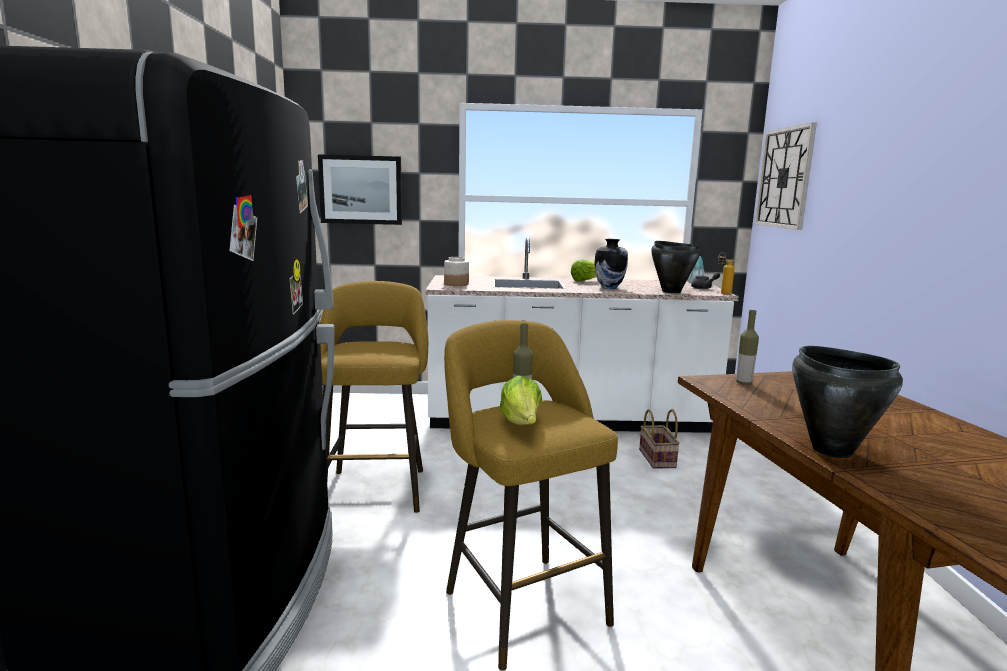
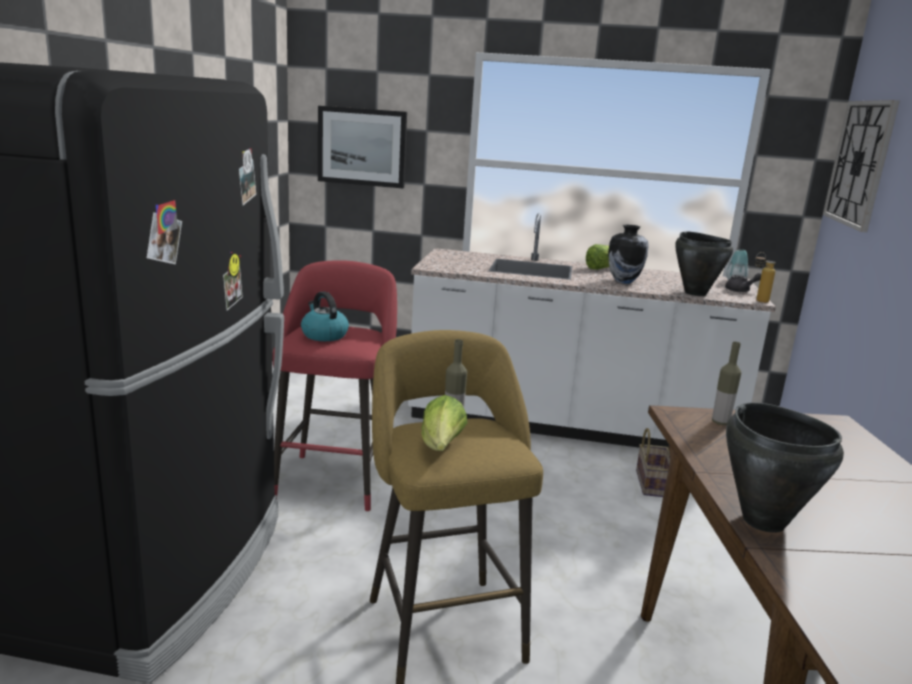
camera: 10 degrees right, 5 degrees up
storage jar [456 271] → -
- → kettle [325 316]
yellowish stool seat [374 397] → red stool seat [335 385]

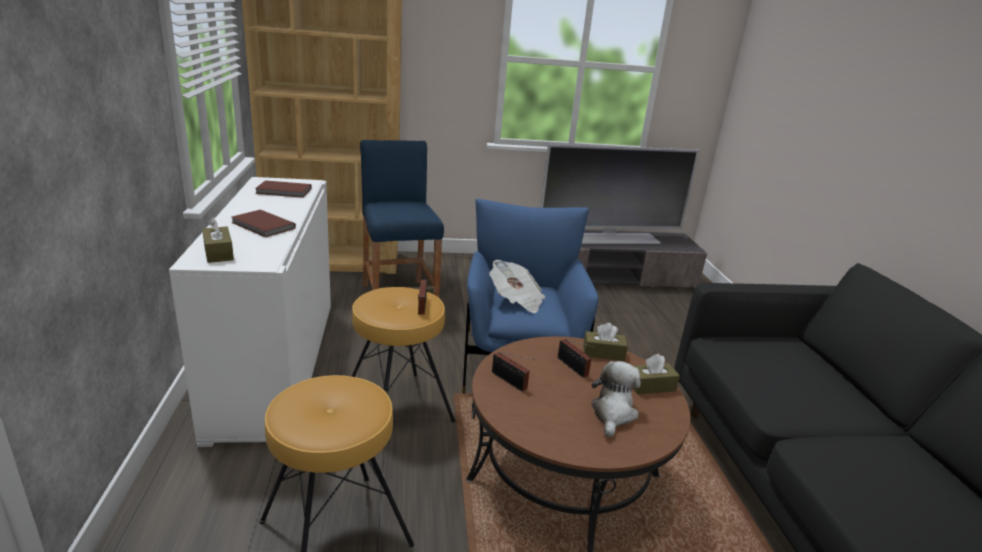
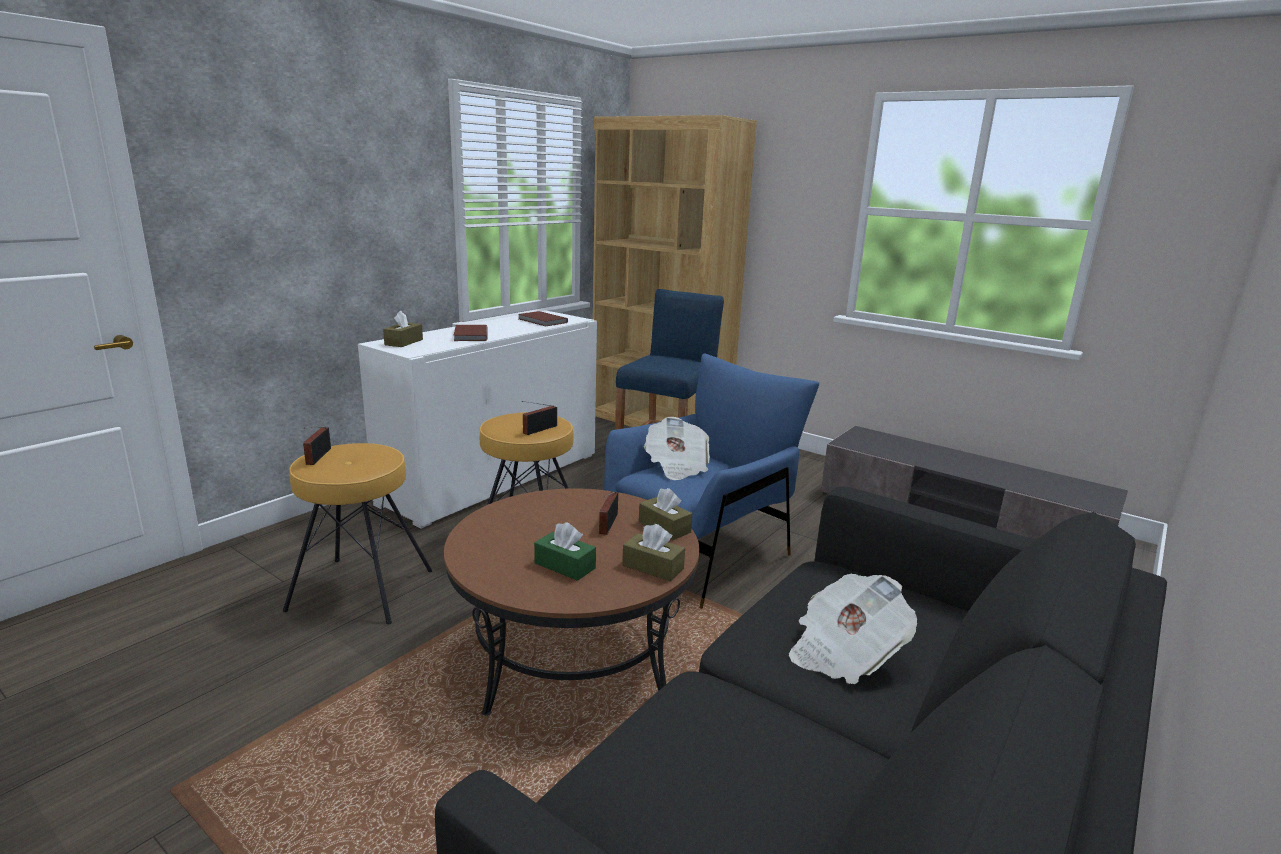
camera: 45 degrees right, 5 degrees down
TV [619 194] → -
- → printed paper [853 629]
radio set [513 371] → radio set [317 446], shifted
soft toy [616 399] → green tissue box [565 551]

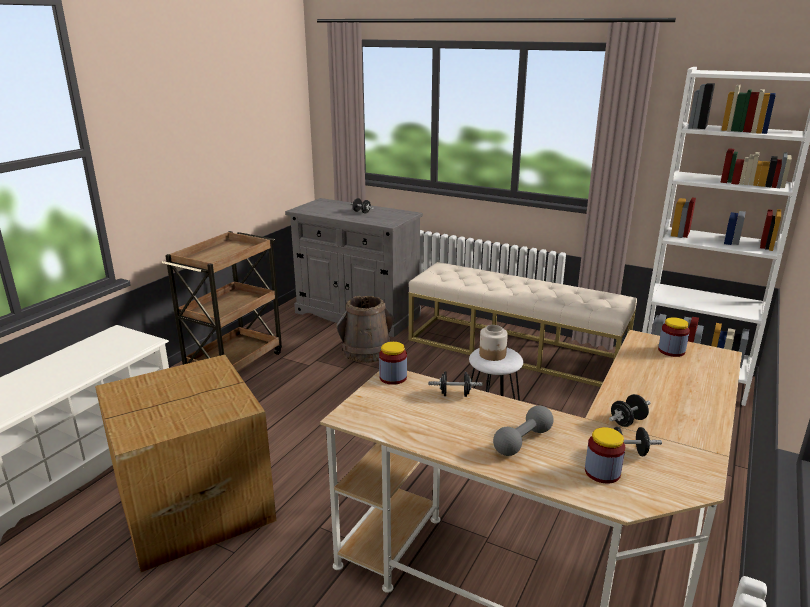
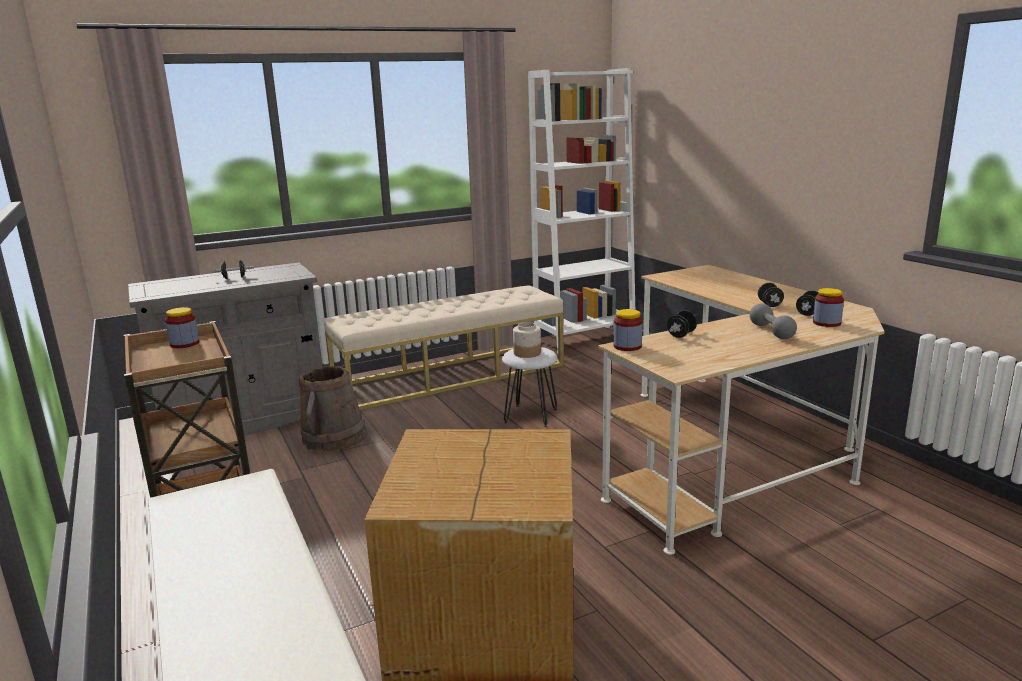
camera: 55 degrees left, 5 degrees down
storage jar [674 337] → storage jar [182 327], shifted

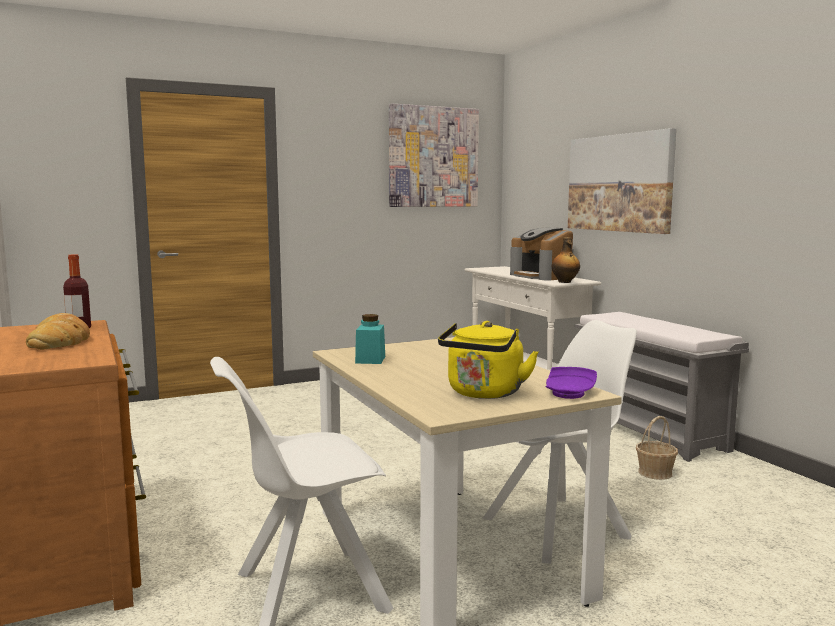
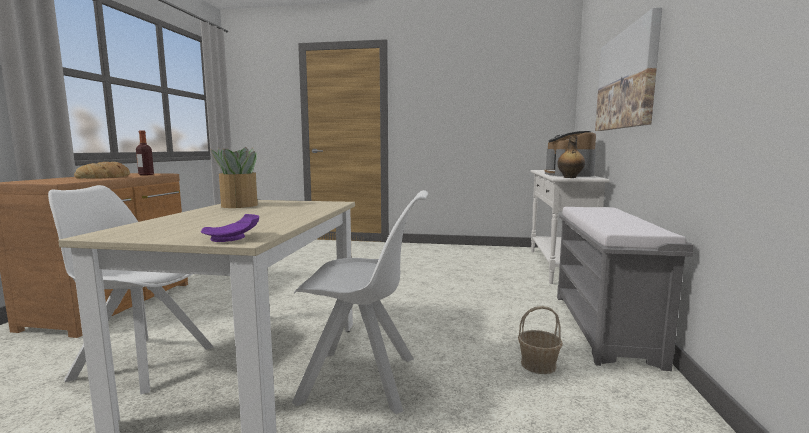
camera: 35 degrees right, 0 degrees up
picture [434 155] → -
yellowish kettle [488 360] → -
turquoise-coloured storage jar [370 339] → plant in a pot [234 177]

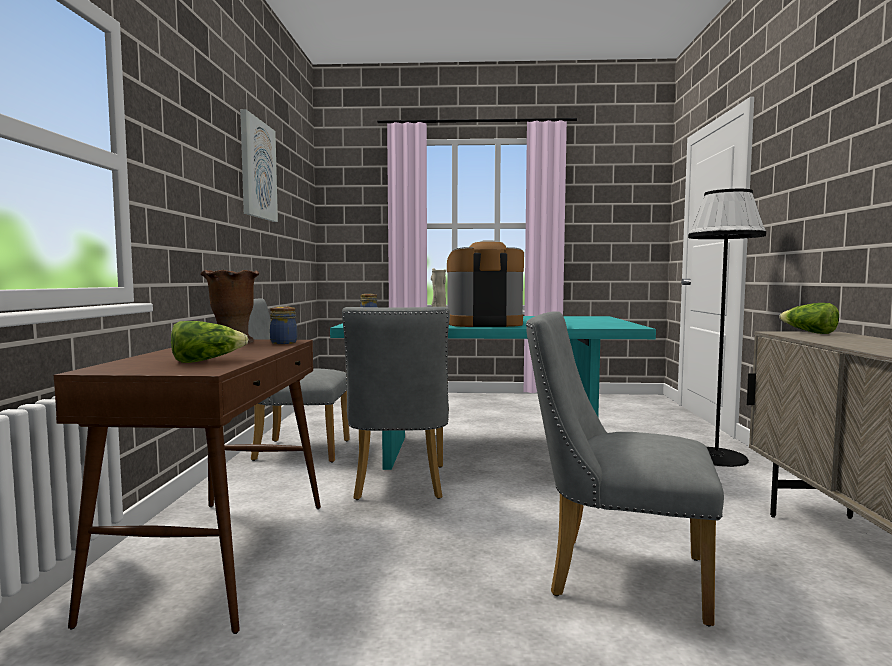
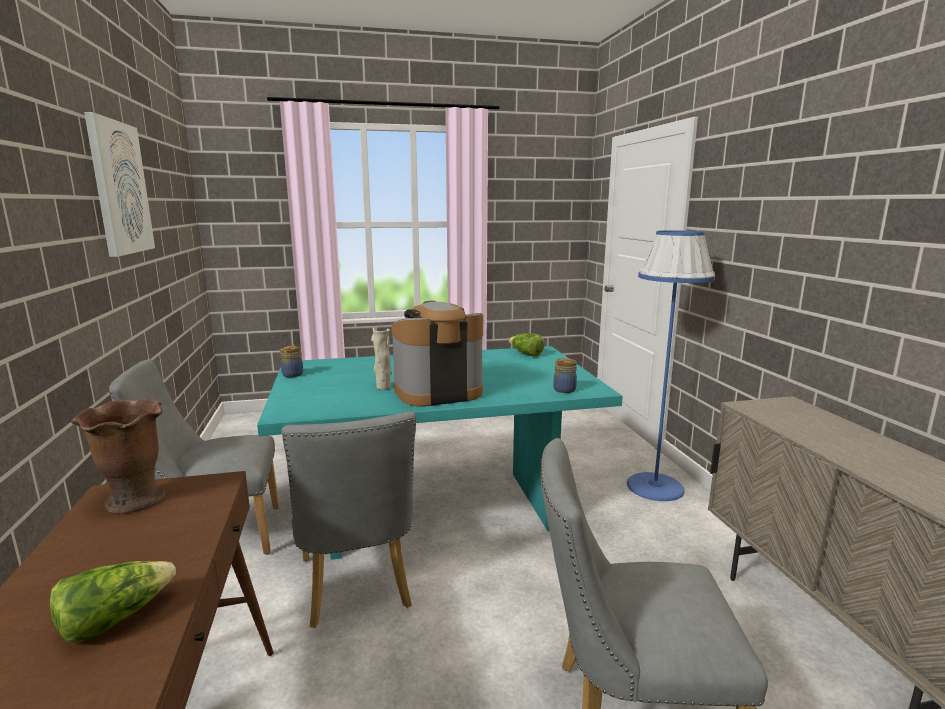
camera: 15 degrees left, 10 degrees up
storage jar [283 325] → storage jar [565 375], shifted
lettuce head [809 318] → lettuce head [526 345], shifted
black-coloured standard lamp [727 328] → bluish standard lamp [671 365]

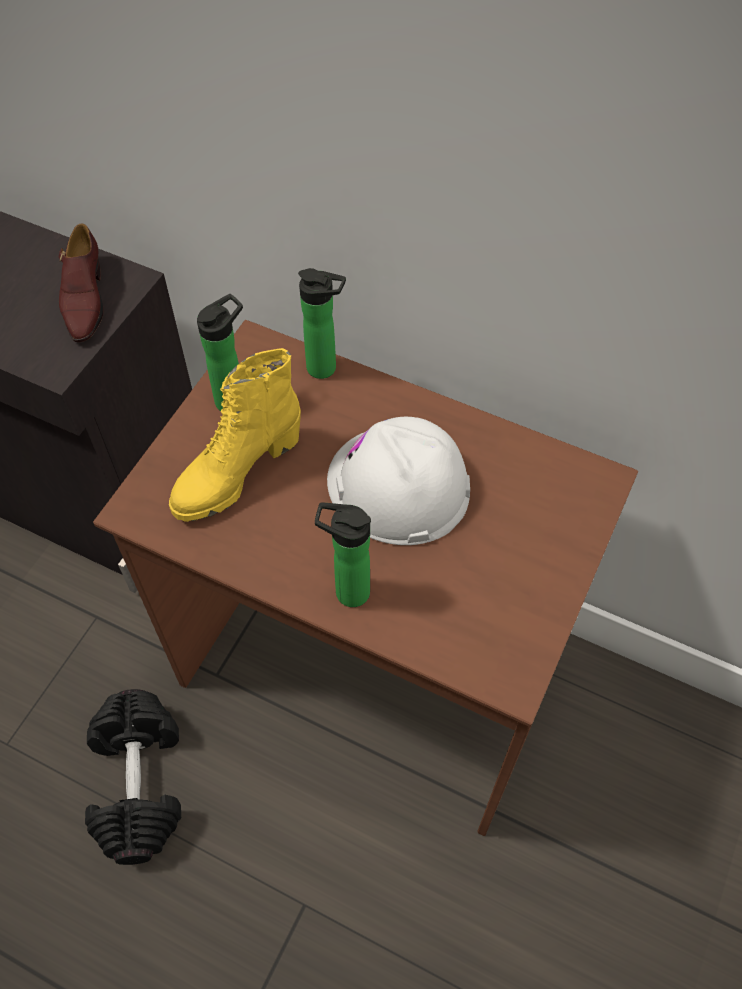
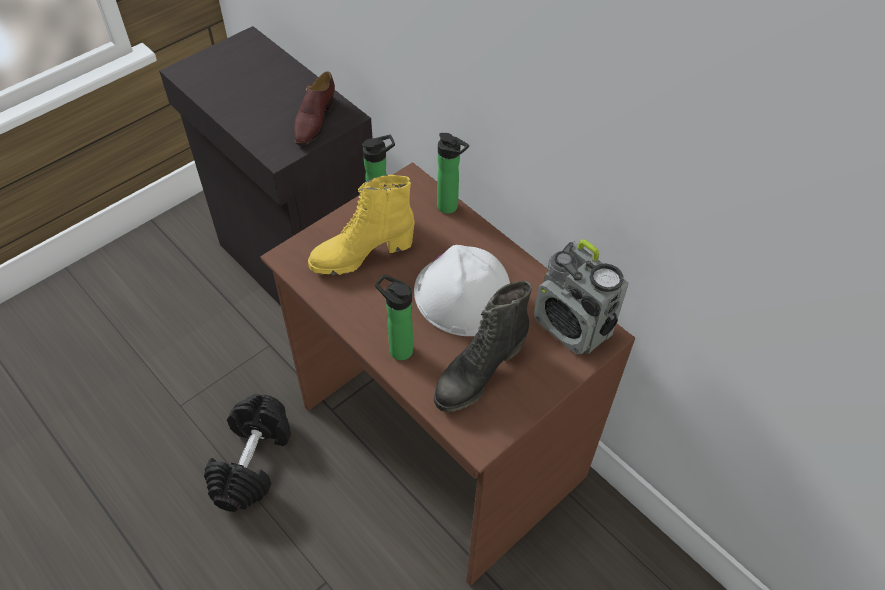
camera: 20 degrees right, 5 degrees down
- → black-coloured high-top boot [483 346]
- → radio set [581 297]

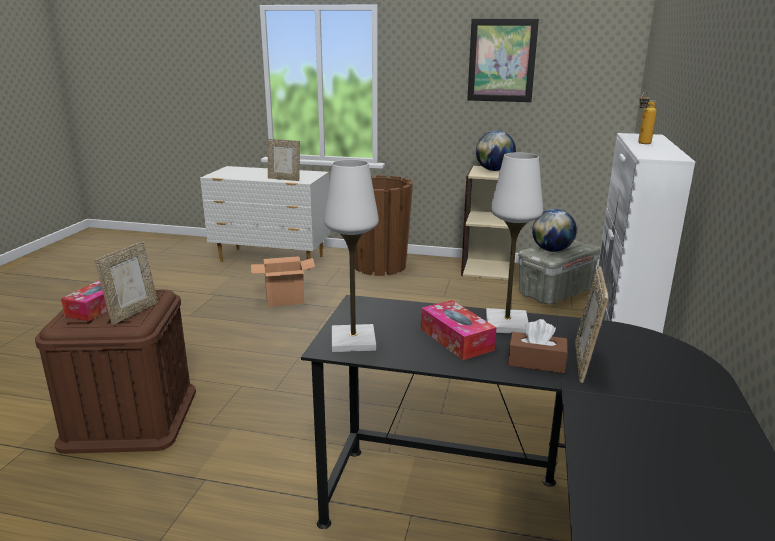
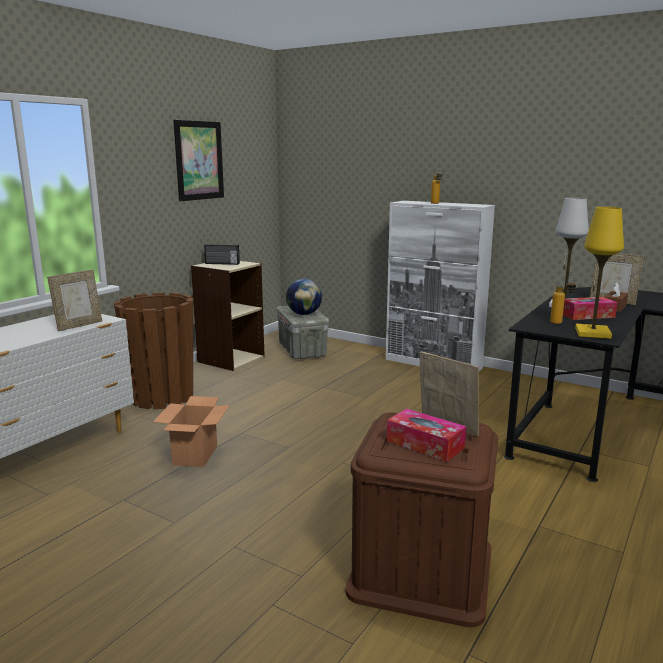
camera: 70 degrees left, 5 degrees down
- → beverage bottle [563 301]
world globe [496 151] → radio set [222 254]
whitish tabletop lamp [351 256] → yellowish tabletop lamp [599 273]

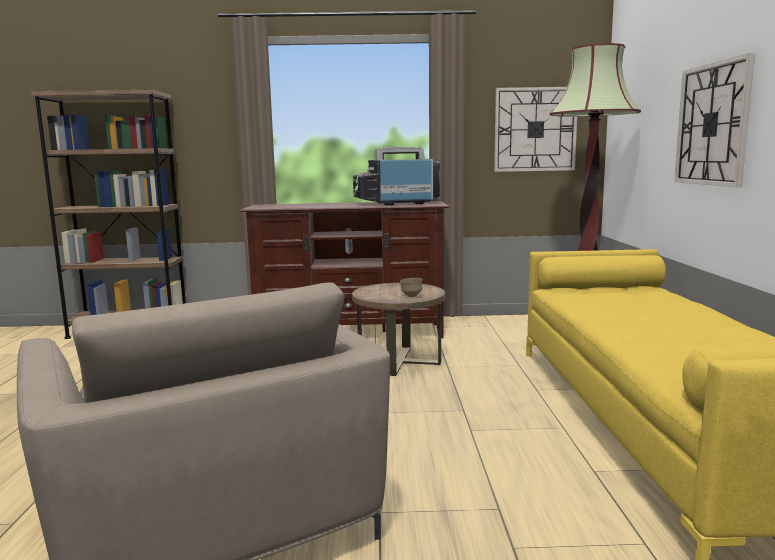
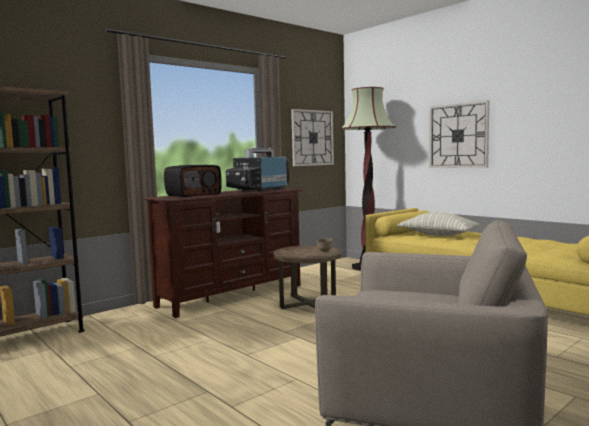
camera: 40 degrees left, 5 degrees down
- → radio set [193 181]
- → cushion [438 224]

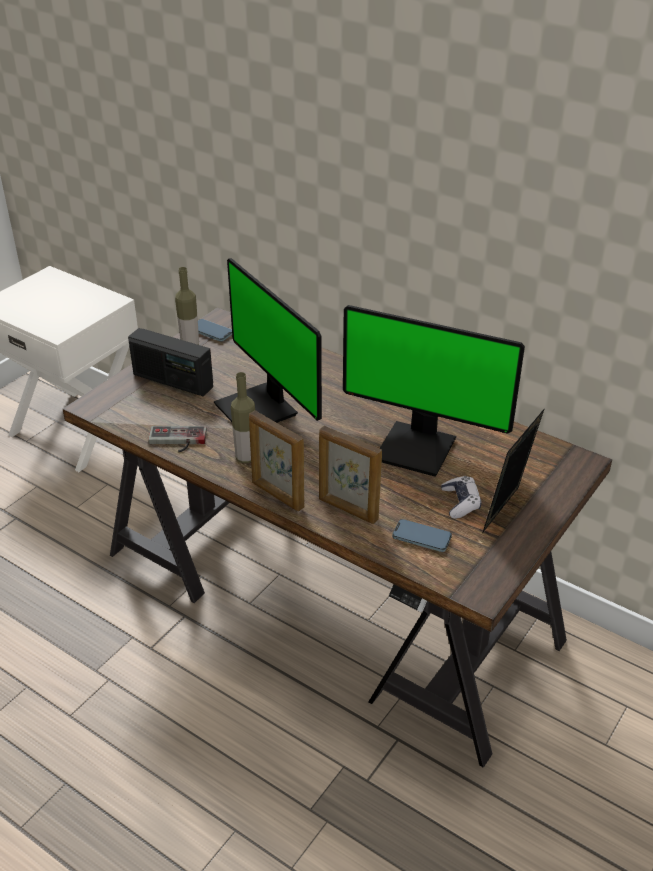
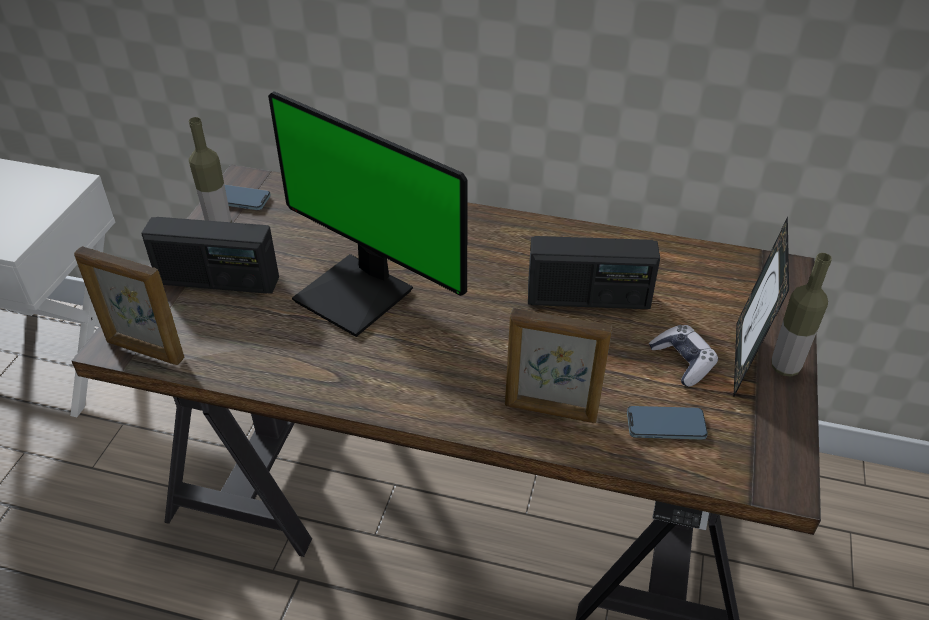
camera: 20 degrees left, 5 degrees up
game controller [177 439] → -
beverage bottle [243 417] → beverage bottle [801 315], shifted
standing frame [277 461] → standing frame [129 305], shifted
computer display [434 391] → radio set [594 272]

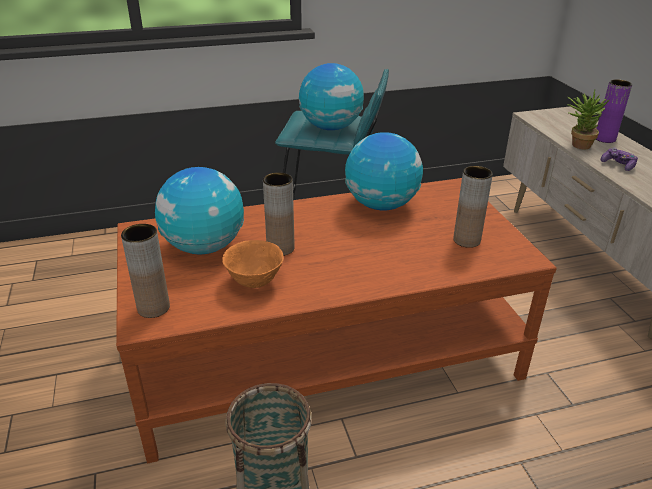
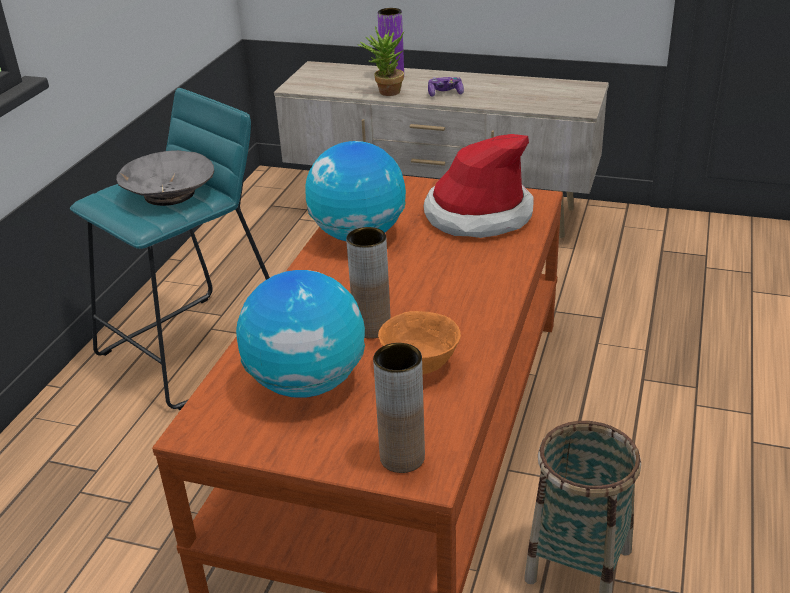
camera: 55 degrees left, 0 degrees up
world globe [331 96] → gray deep dish [165 178]
brownish vase [473 207] → clothing hat [478 186]

